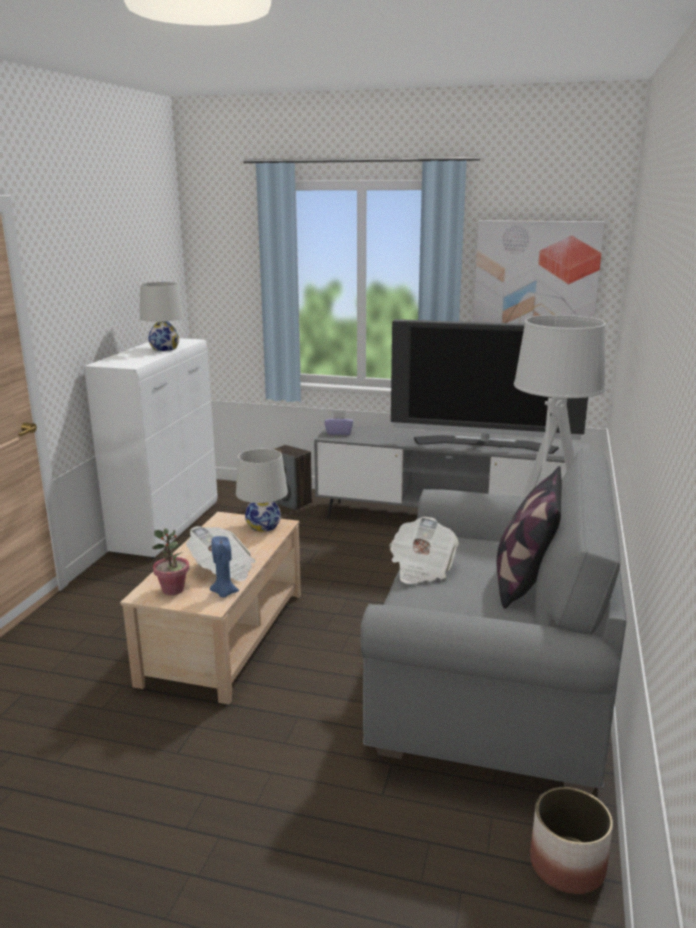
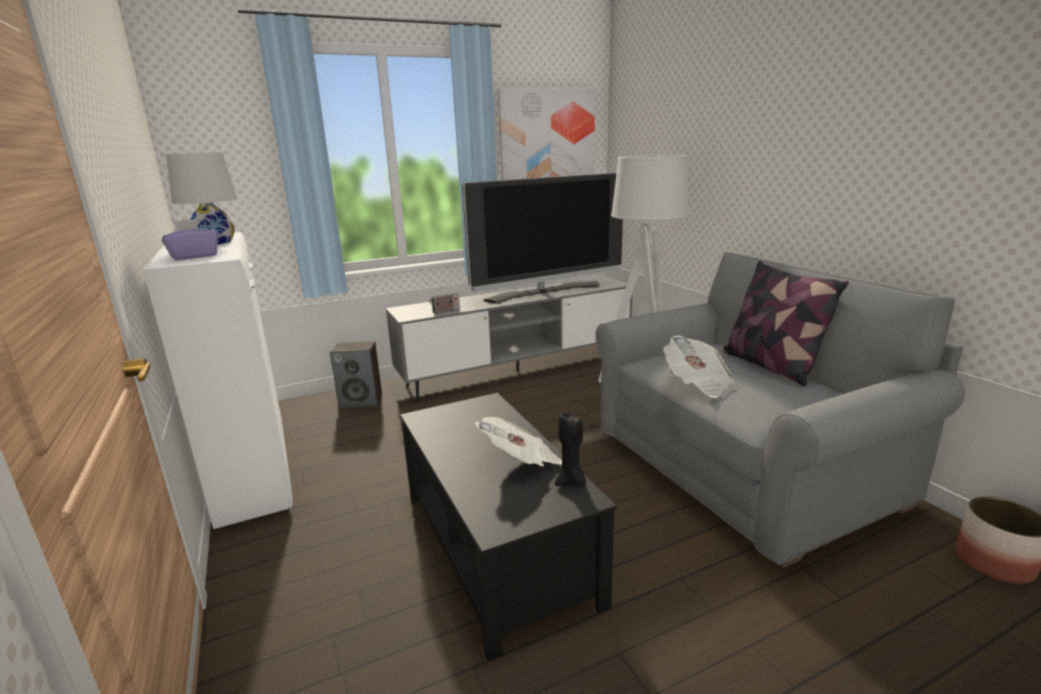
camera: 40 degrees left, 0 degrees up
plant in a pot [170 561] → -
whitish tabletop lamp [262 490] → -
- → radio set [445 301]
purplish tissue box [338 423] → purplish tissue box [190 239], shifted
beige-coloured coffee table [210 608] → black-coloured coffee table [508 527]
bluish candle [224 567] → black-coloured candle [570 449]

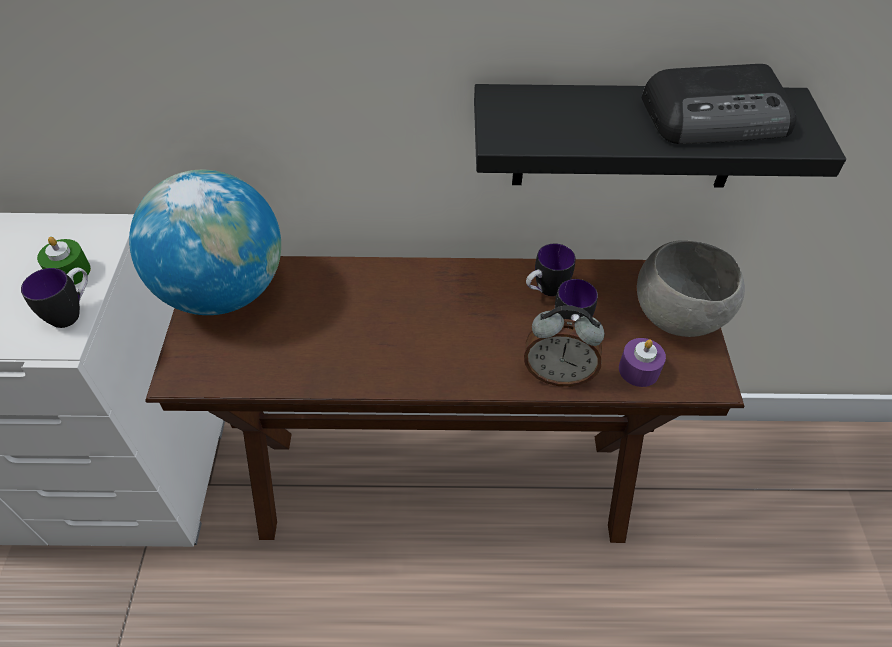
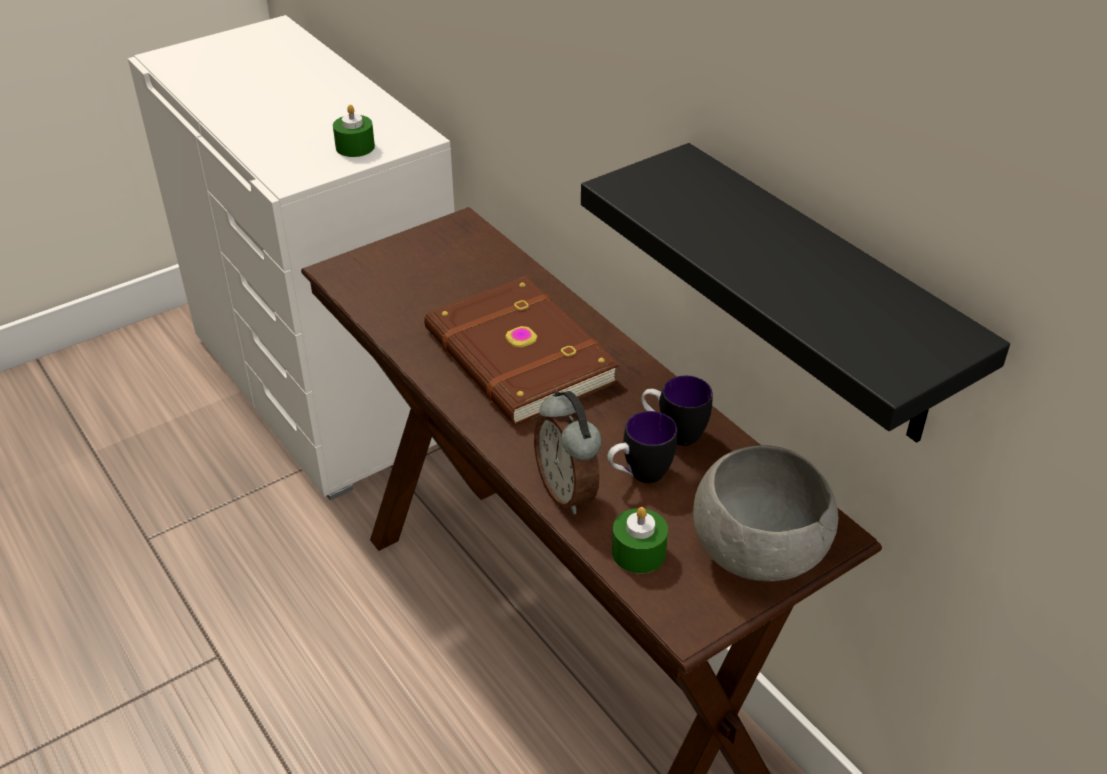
camera: 55 degrees right, 10 degrees down
coffee mug [54 298] → -
world globe [205 242] → -
radio set [719 104] → -
- → brownish bound book [521 351]
purplish candle [642 362] → green candle [640 540]

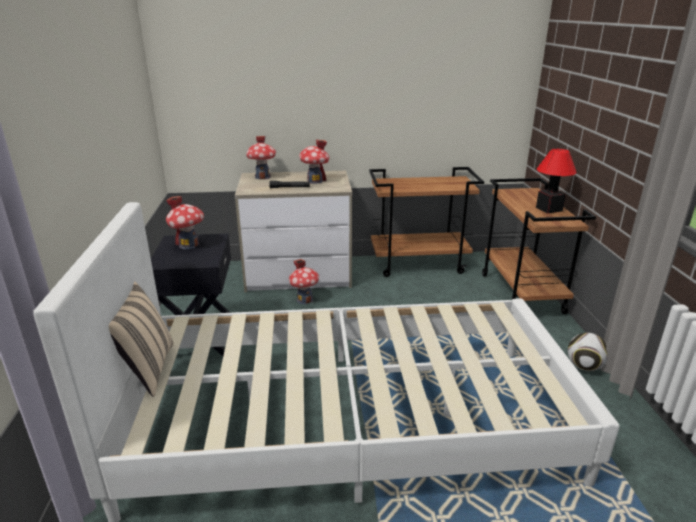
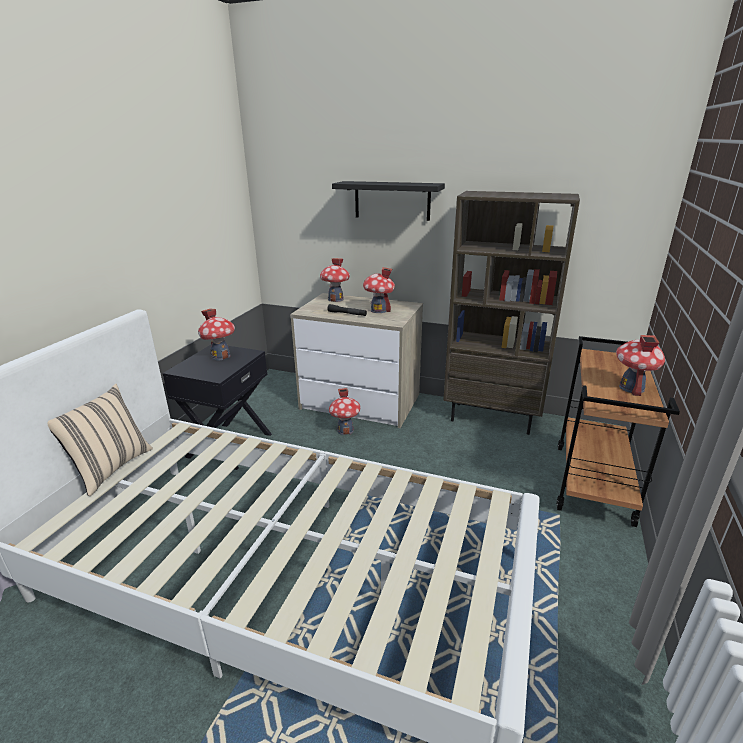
camera: 25 degrees right, 0 degrees up
football [587 352] → -
- → black-coloured bracket shelf [388 201]
brownish wheeled cart [426 222] → brownish shelving unit [511 313]
tabletop lamp [556 181] → toy house [640 365]

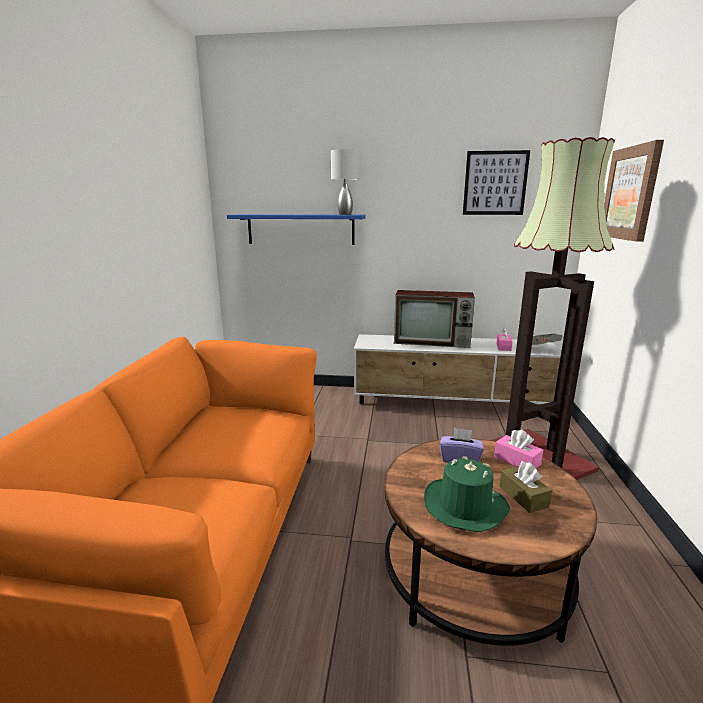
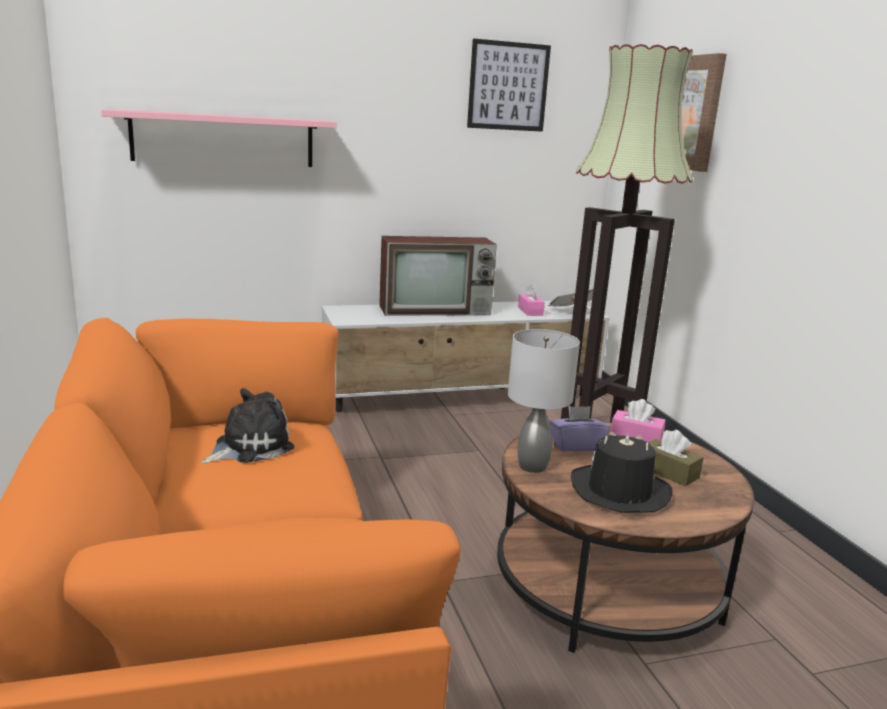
camera: 25 degrees left, 0 degrees up
- → soft toy [248 426]
gray tabletop lamp [345 182] → gray tabletop lamp [544 401], shifted
bluish bracket shelf [296 229] → pink-coloured bracket shelf [218 138]
green clothing hat [467 494] → black-coloured clothing hat [622 472]

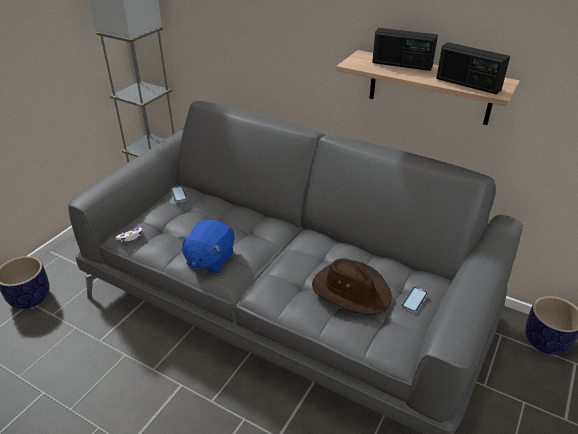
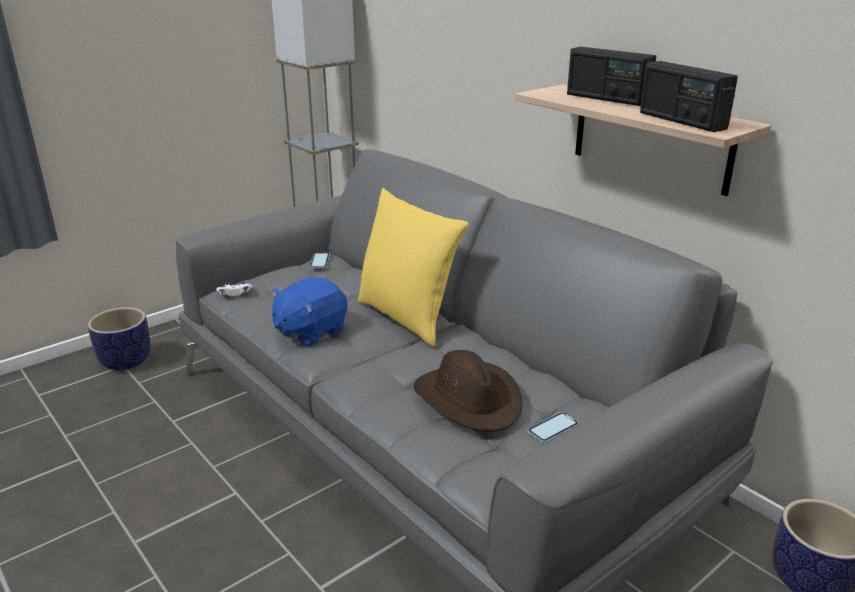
camera: 20 degrees right, 10 degrees down
- → yellowish cushion [413 267]

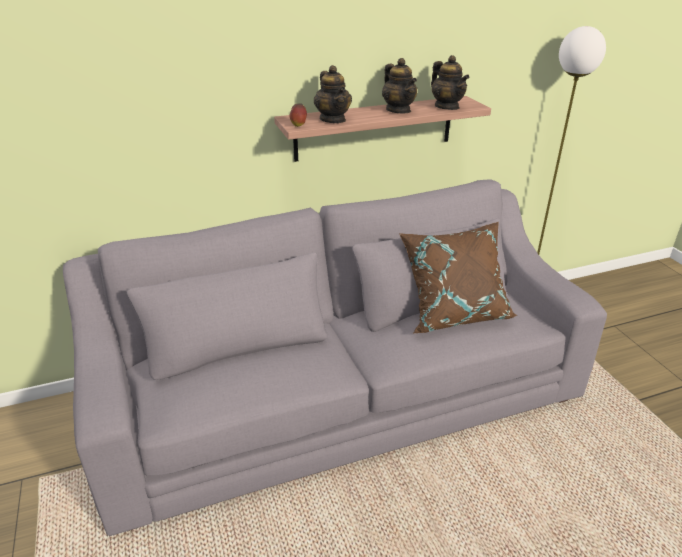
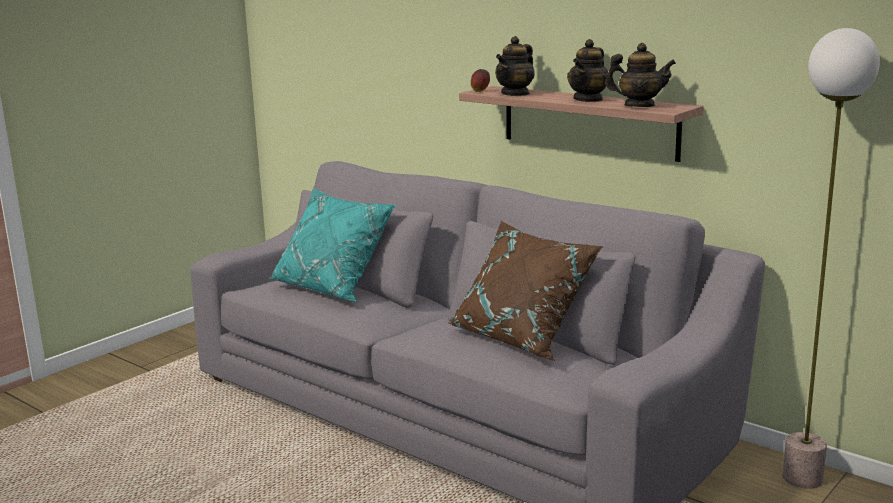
camera: 60 degrees right, 15 degrees down
- → turquoise-coloured cushion [333 245]
pot for tea [450 82] → pot for tea [640 75], 105 degrees counterclockwise

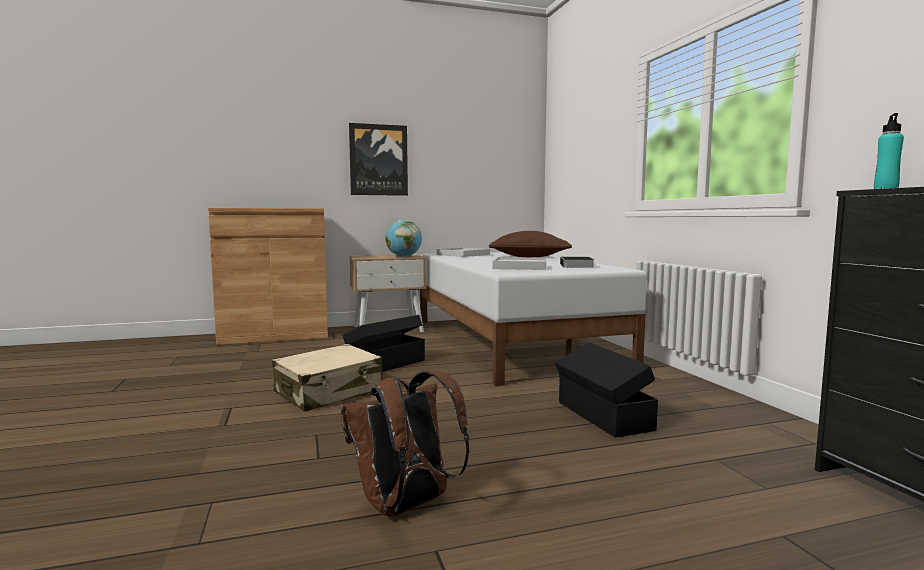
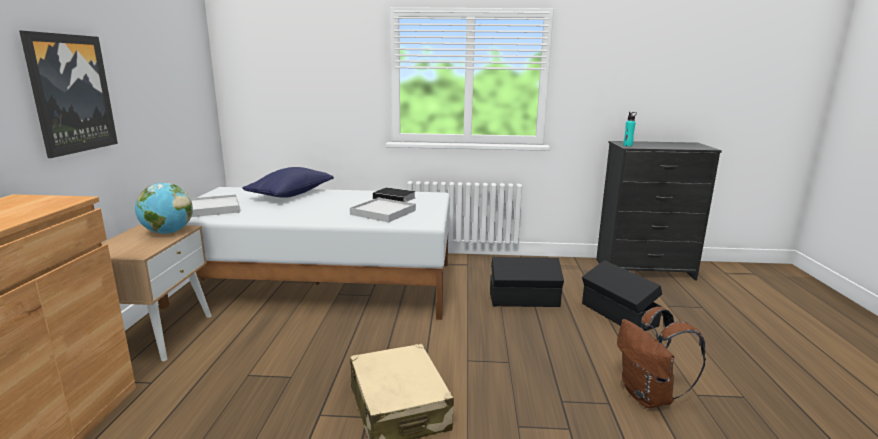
camera: 70 degrees left, 10 degrees up
black-coloured storage box [384 343] → black-coloured storage box [622 295], shifted
brownish cushion [530 244] → bluish cushion [288 182]

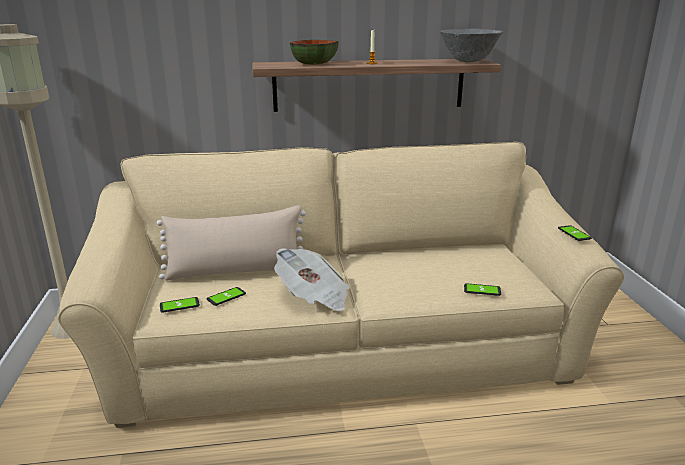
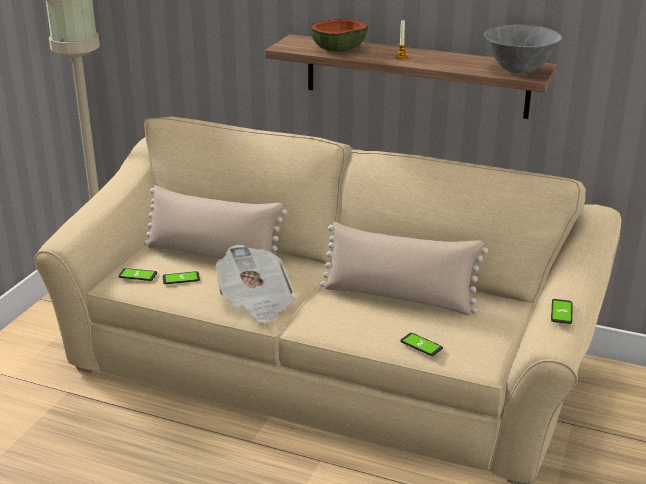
camera: 30 degrees right, 5 degrees up
- → beige-coloured cushion [404 268]

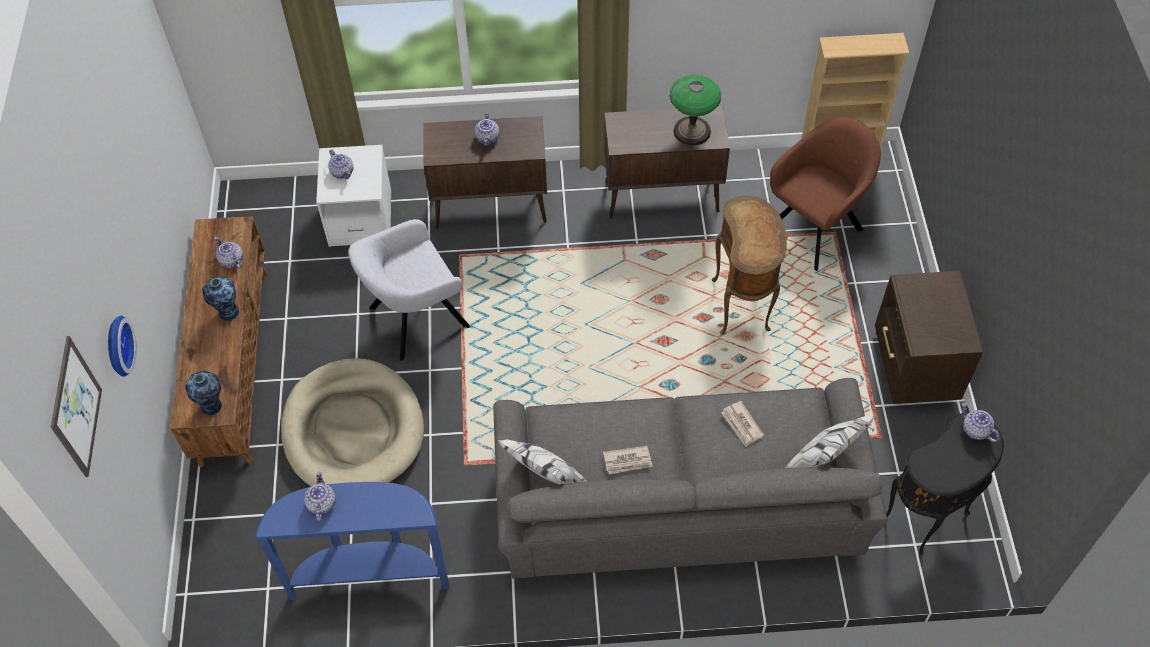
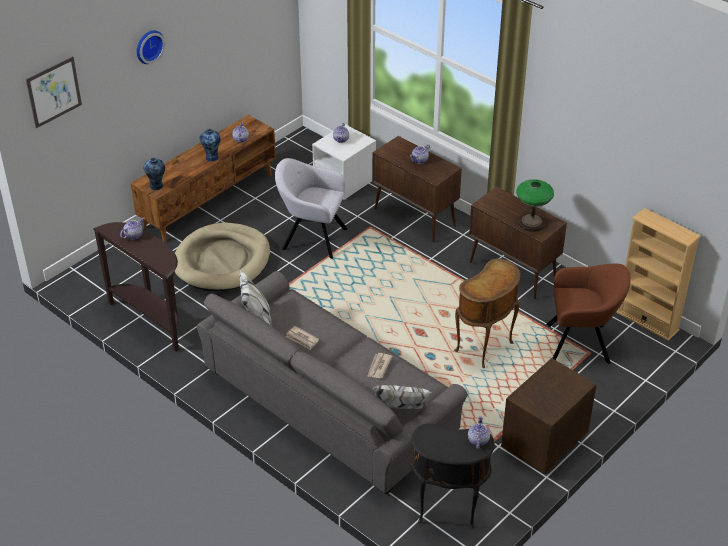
camera: 45 degrees right, 15 degrees down
wall clock [122 346] → wall clock [151 47], shifted
bluish hall table [351 541] → brownish hall table [136 286]

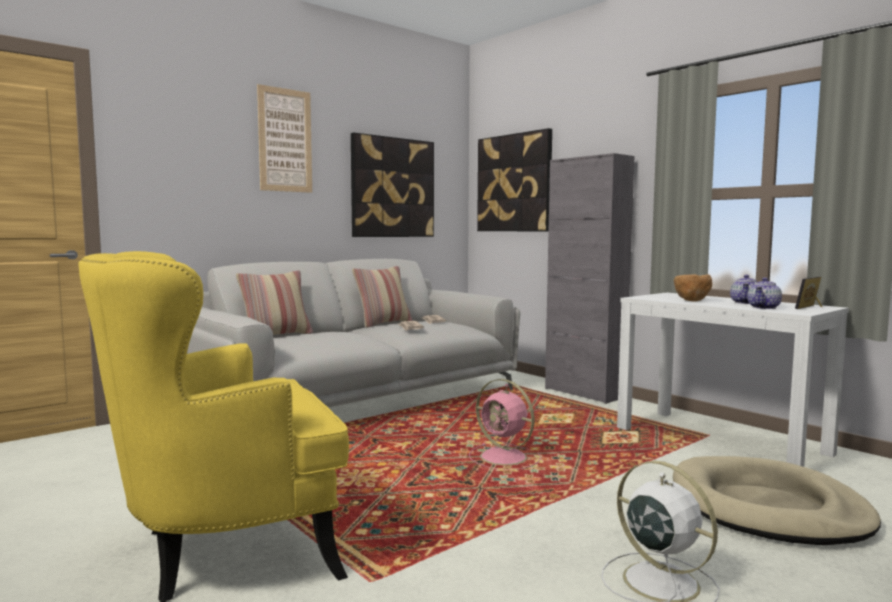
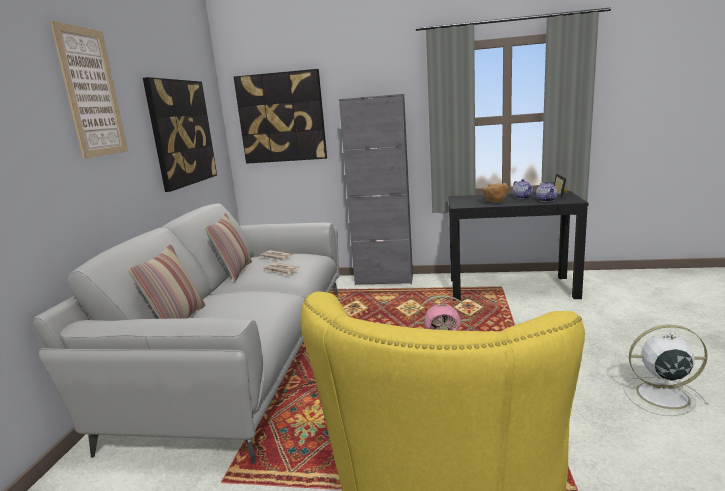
camera: 40 degrees left, 10 degrees up
beige-coloured dog cushion [777 500] → -
whitish hall table [733 380] → black-coloured hall table [518 245]

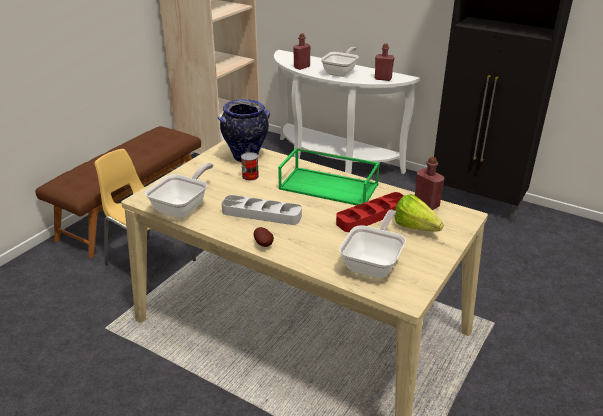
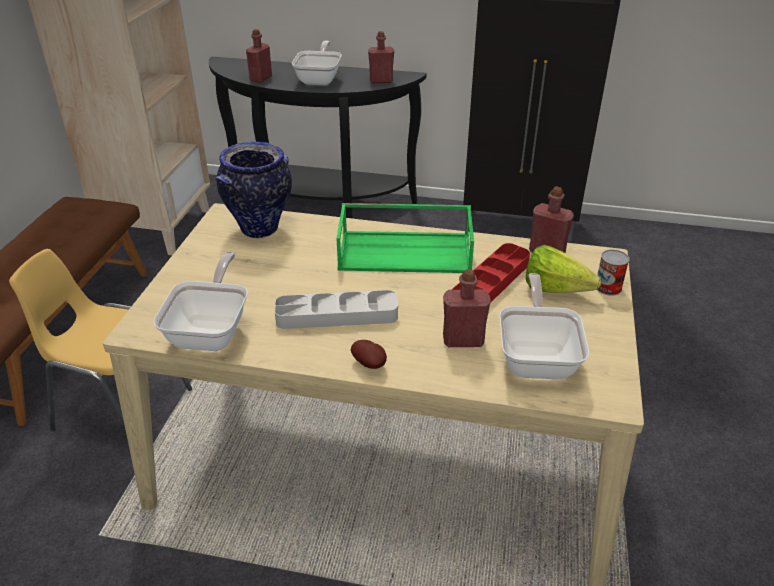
camera: 20 degrees left, 5 degrees up
- → red beverage bottle [467 308]
metal can [250 166] → metal can [613 272], shifted
whitish hall table [347 112] → black-coloured hall table [318 137]

